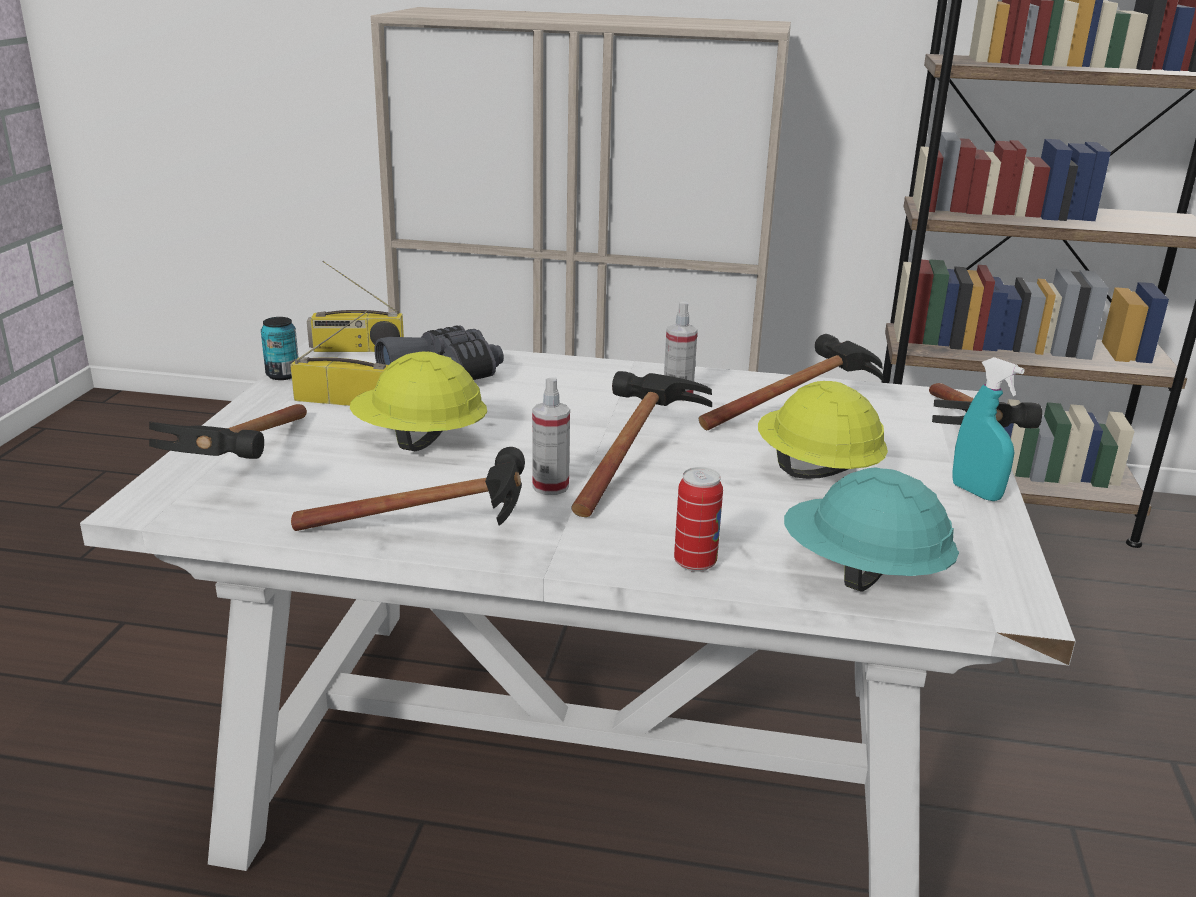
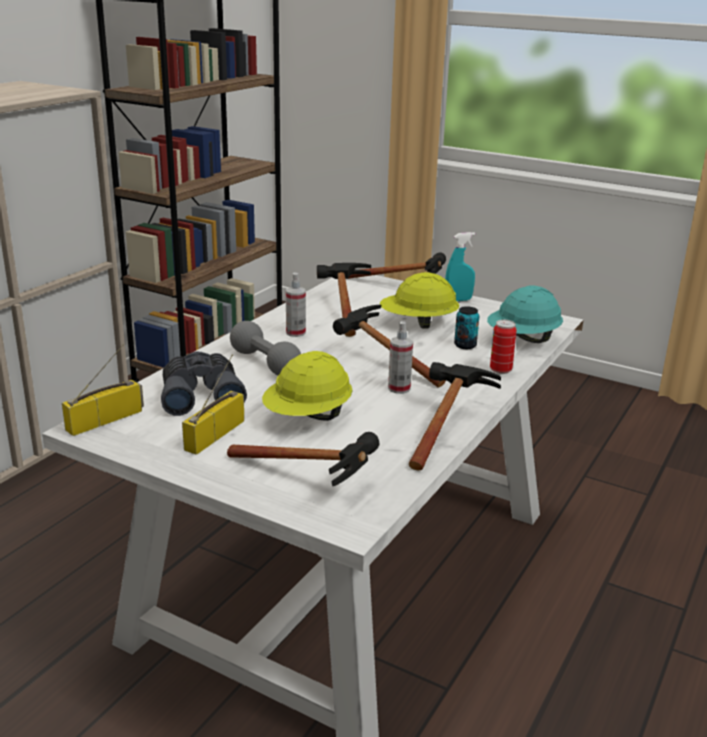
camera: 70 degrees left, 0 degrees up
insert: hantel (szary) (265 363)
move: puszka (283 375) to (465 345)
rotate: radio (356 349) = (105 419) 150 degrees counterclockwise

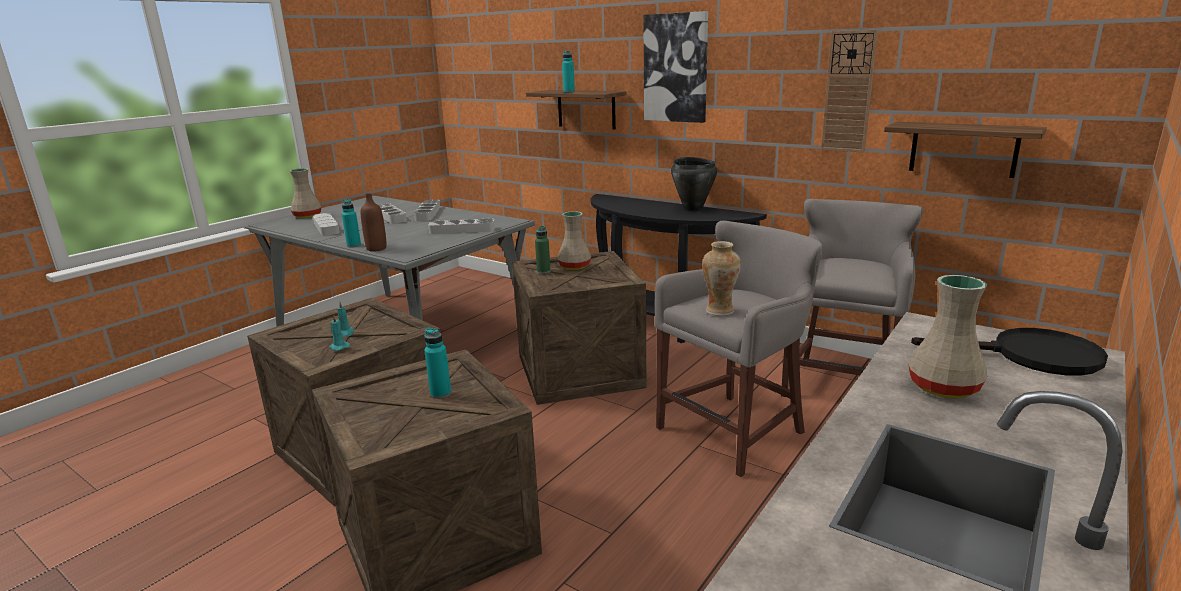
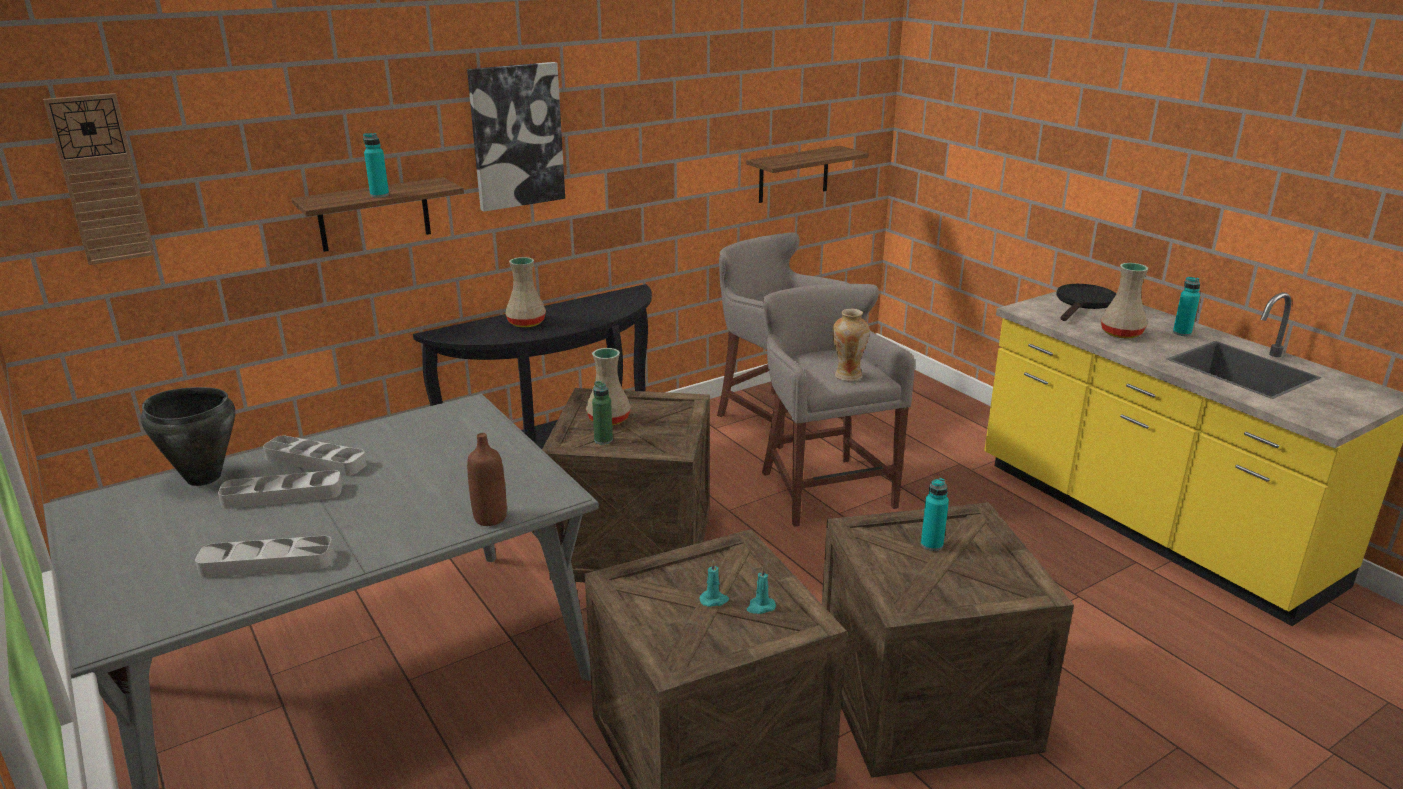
camera: 70 degrees left, 5 degrees up
delete: taca (szary) (462 230)
move: wazon (beżowy) (306 216) to (526 323); butelka (turkusowy) (354 245) to (1182 333); garnek (czarny) (693 209) to (203 477); zegar ścienny (848 92) to (101 180)

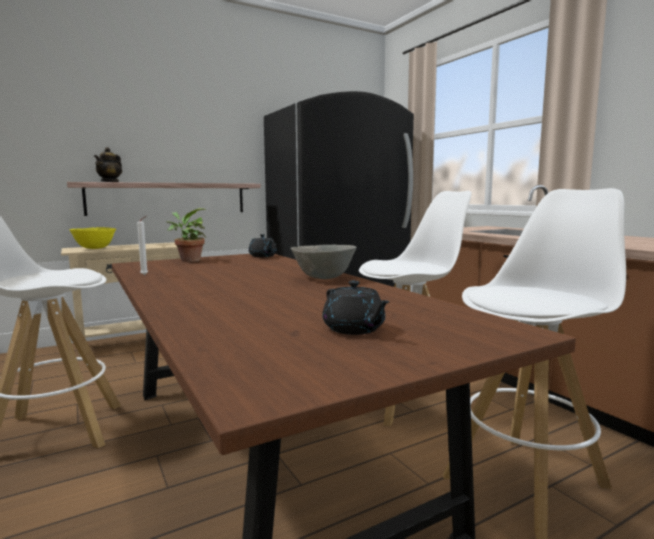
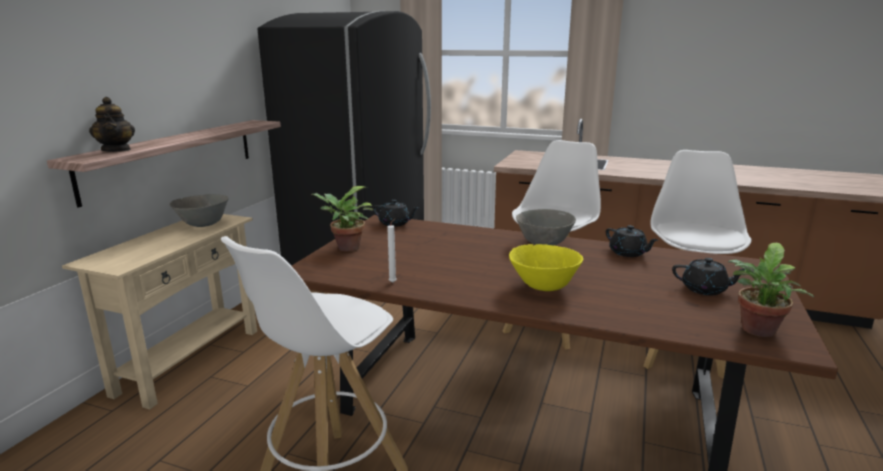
camera: 40 degrees left, 10 degrees up
insert: miska (szary) (203 225); imbryk (czarny) (628 253); roślina doniczkowa (757 331)
move: miska (żółty) (94 248) to (543 287)

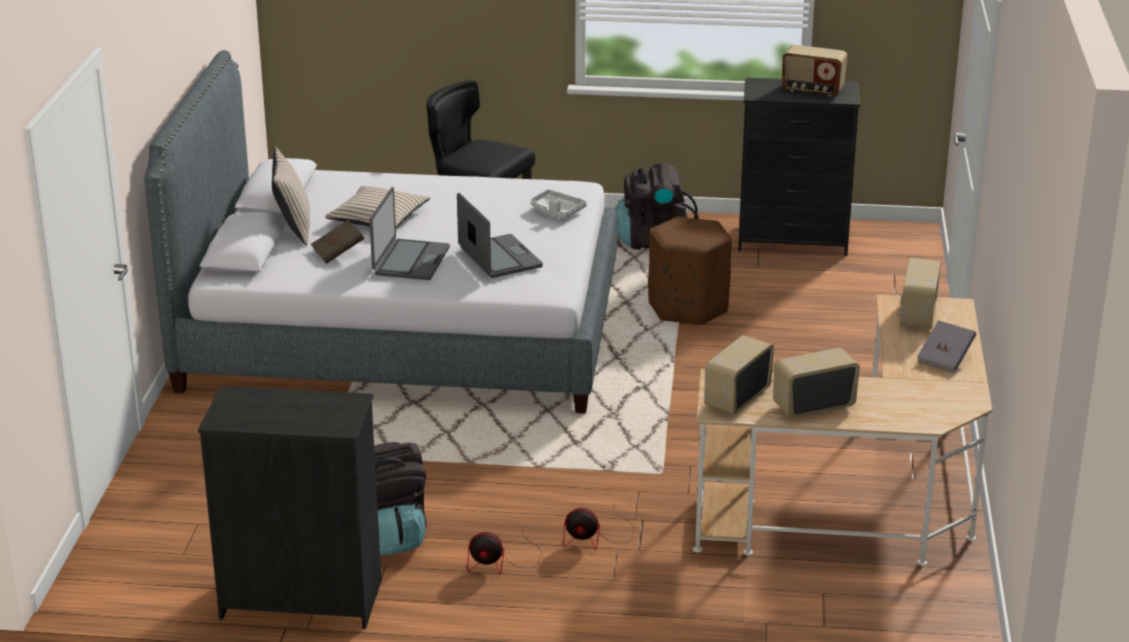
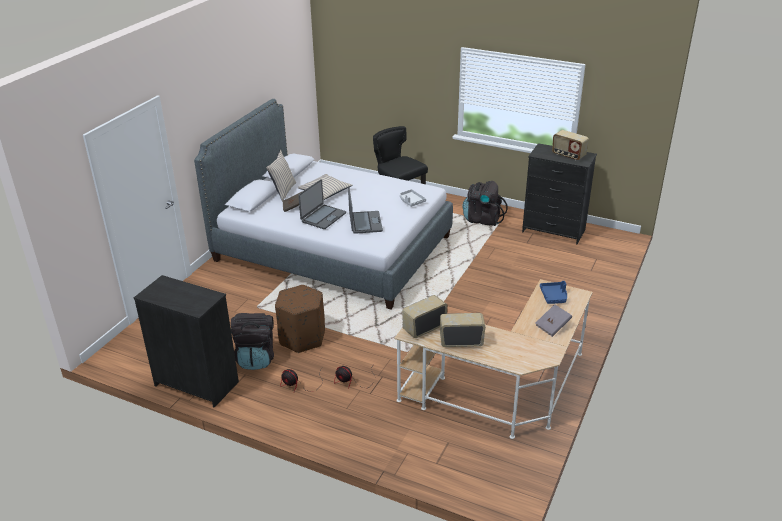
camera: 20 degrees right, 5 degrees up
move: pufa (brązowy) (688 308) to (302 338)
replace: radio (917 316) to taca (niebieski) (554 296)

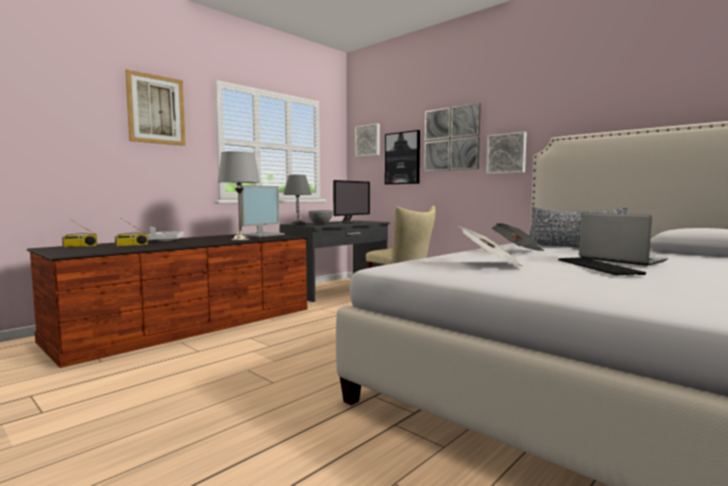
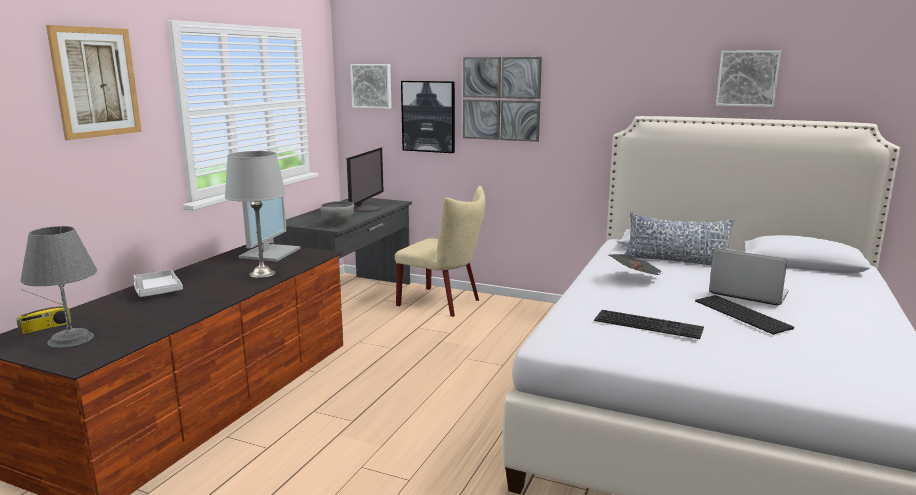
camera: 20 degrees left, 10 degrees up
delete: radio (131 245)
move: lampa stołowa (szary) (297 224) to (70 339); obraz (506 153) to (747 78)
replace: gazeta (490 263) to klawiatura (649 323)

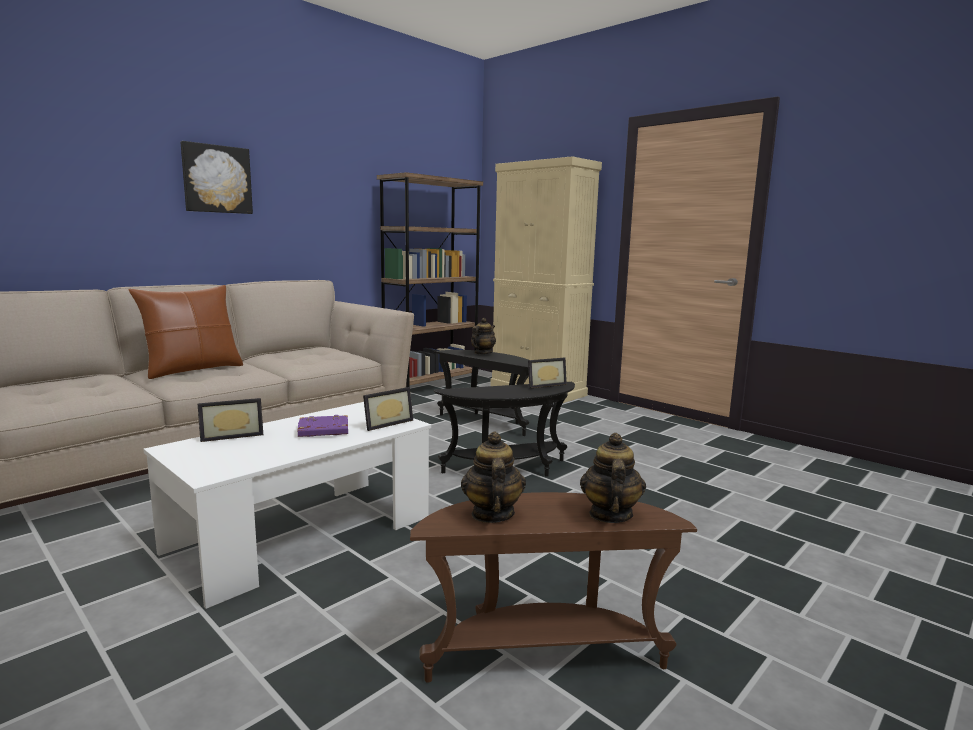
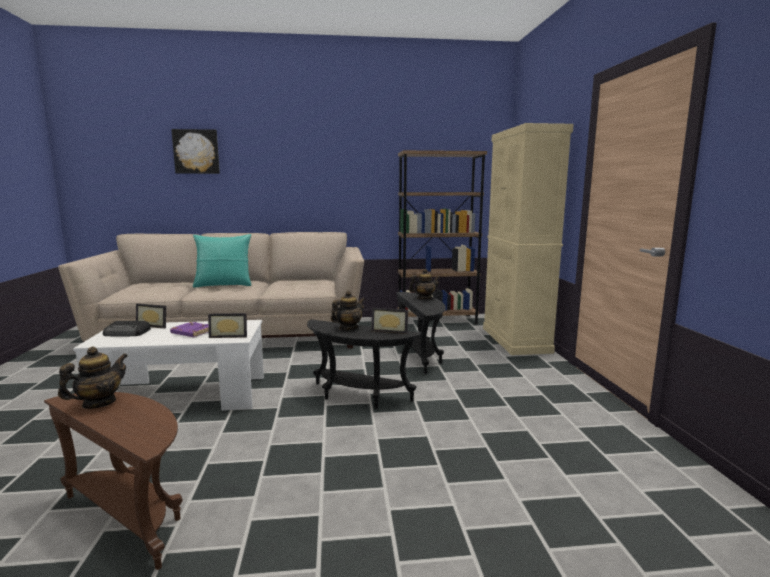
camera: 40 degrees right, 0 degrees up
insert: radio (127 333)
move: obraz (216 179) to (196 151); imbryk (609 514) to (348 328)
recolor: poduszka (brązowy) (193 370) to poduszka (turkusowy) (224 285)

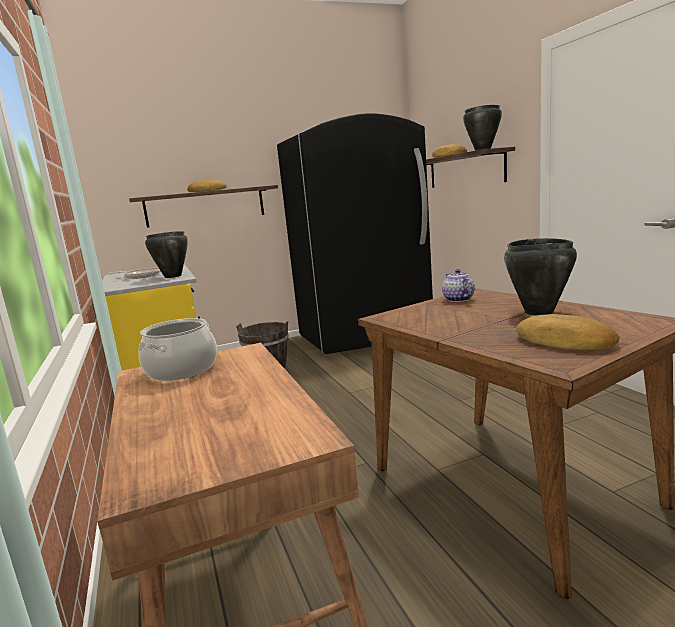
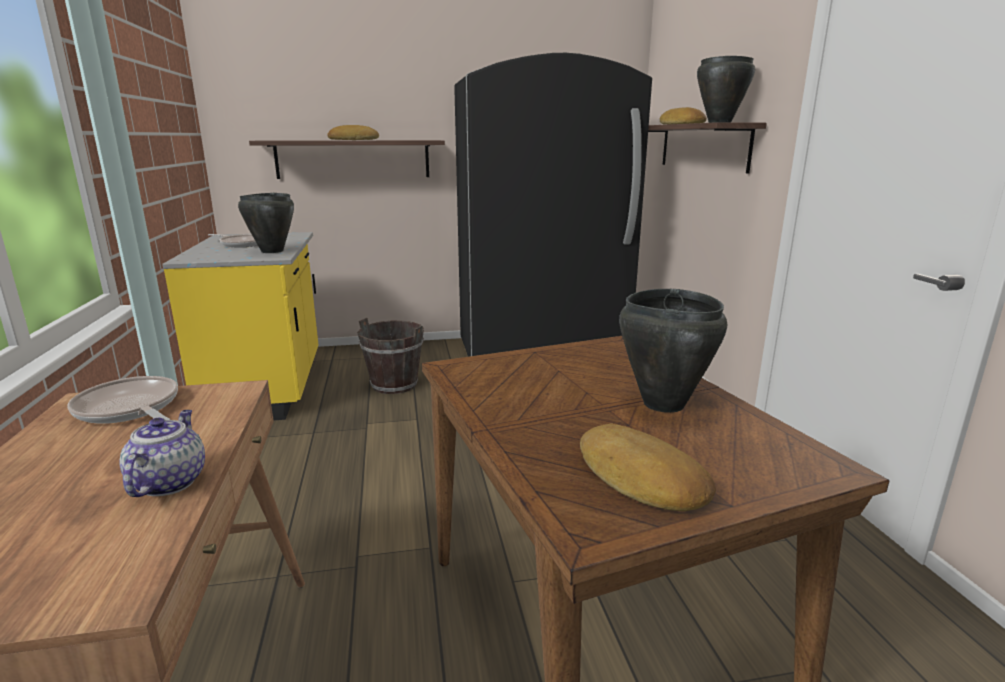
camera: 10 degrees right, 5 degrees up
move: imbryk (457 299) to (169 482)
replace: garnek (182 370) to patelnia (129 409)

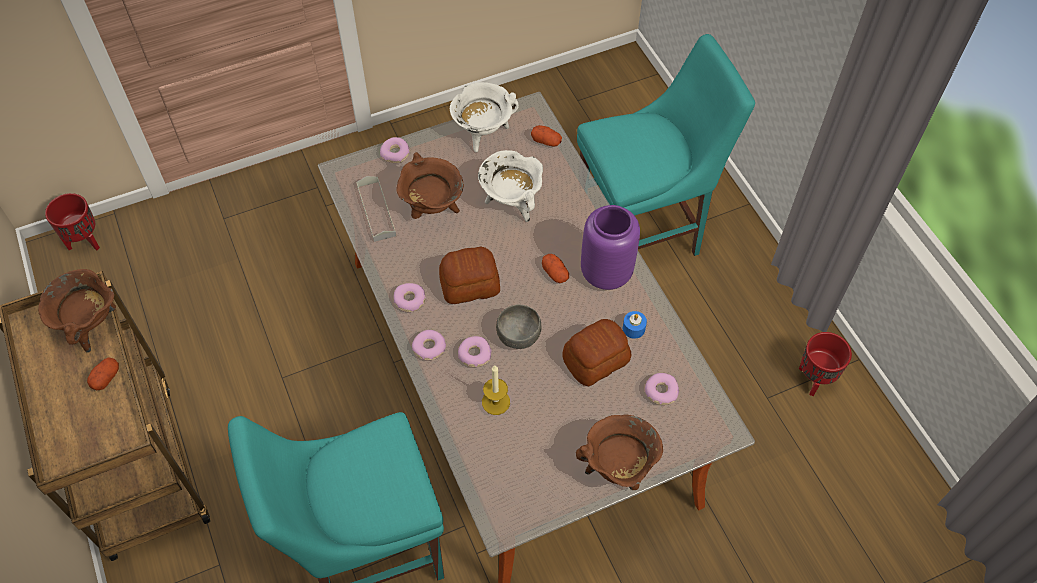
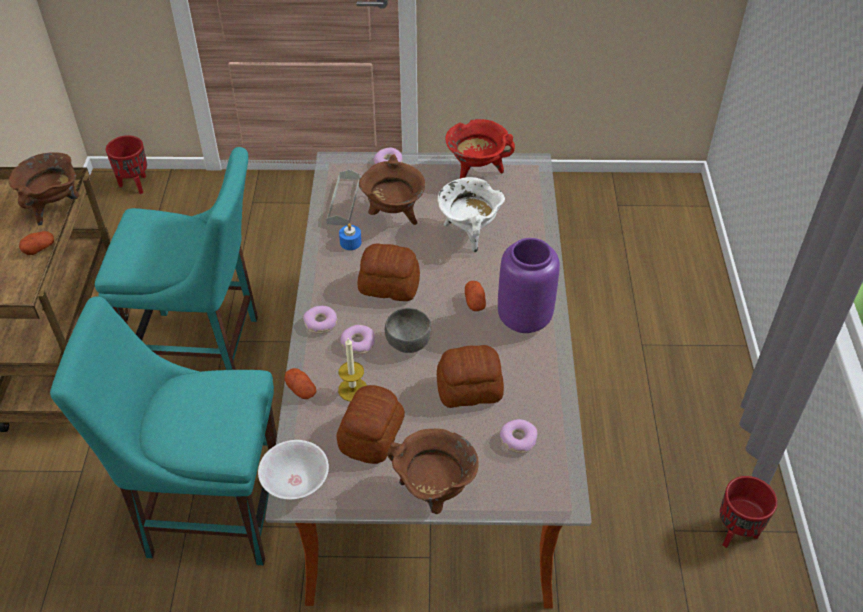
camera: 25 degrees right, 10 degrees down
delete: donut (410 300)
insert: miska (biały) (295 482); chleb (373 435)
move: ziemniak (546 141) to (301 389); krzesło (turkusowy) (644 232) to (206 350); świeca (niebieski) (633 328) to (350 242)
recolor: garnek (biały) (483 134) to garnek (czerwony) (476 171)

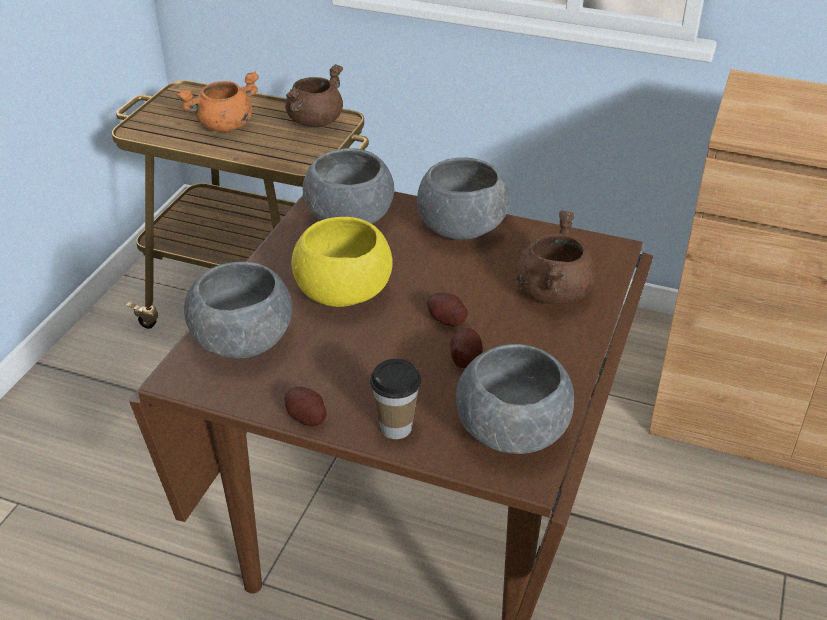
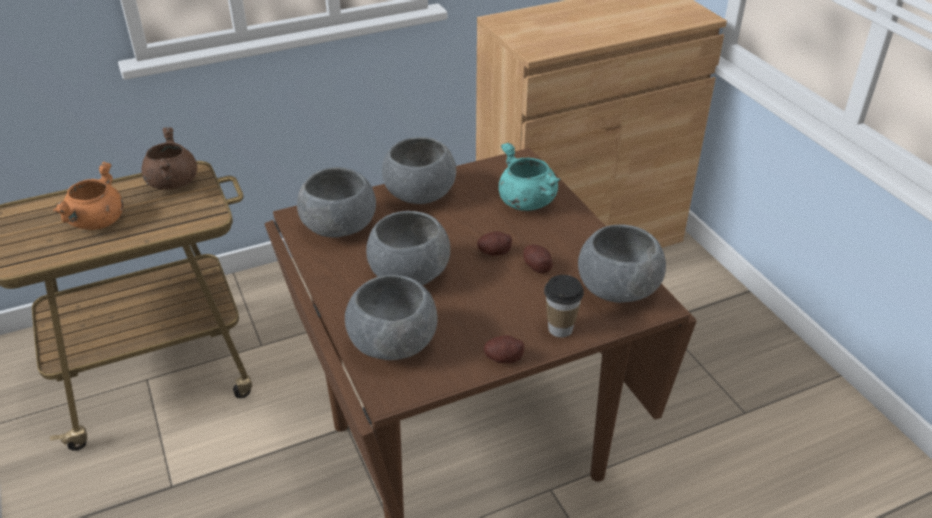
camera: 45 degrees left, 0 degrees up
recolor: miska (żółty) (344 292) to miska (szary) (409 274); garnek (brązowy) (552 291) to garnek (turkusowy) (525 201)

